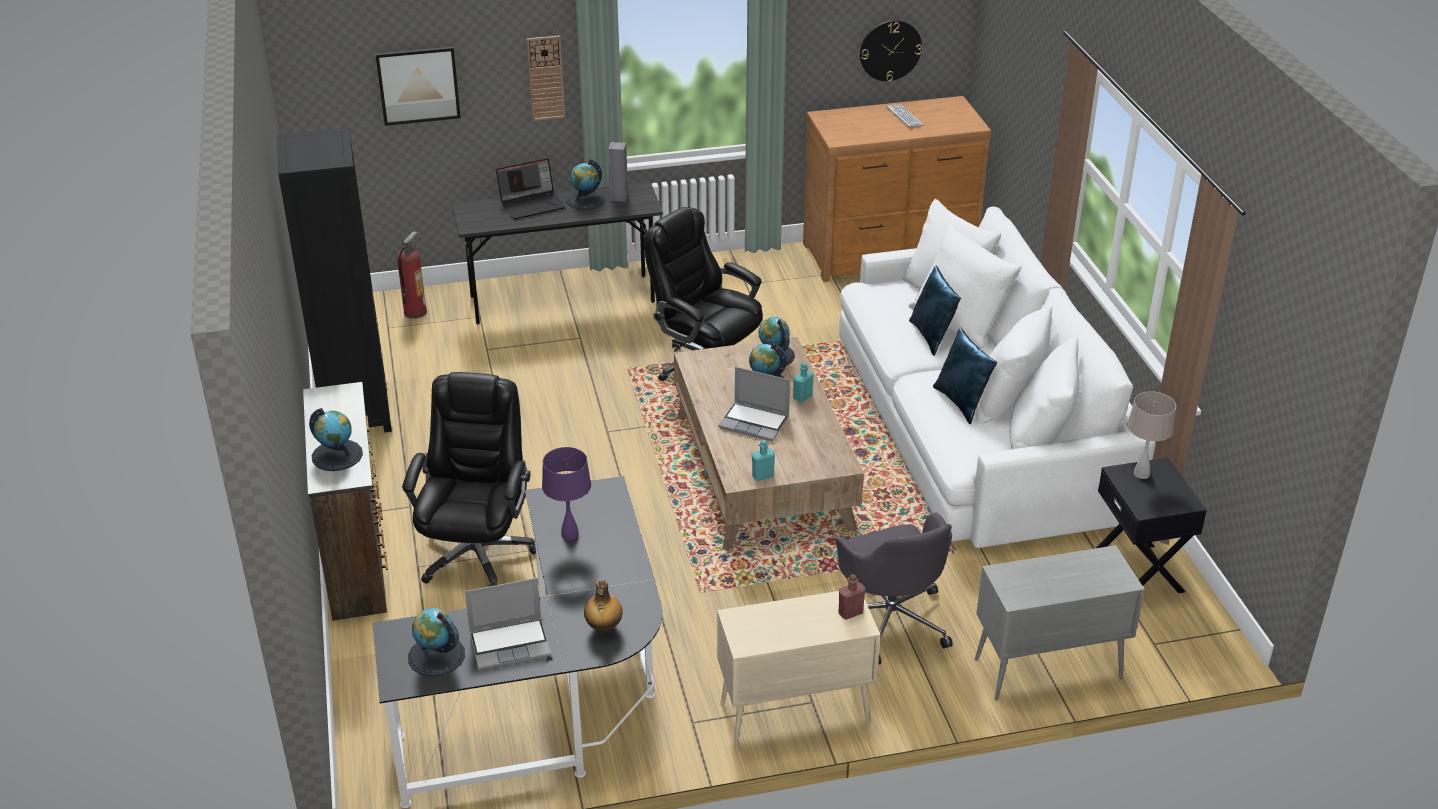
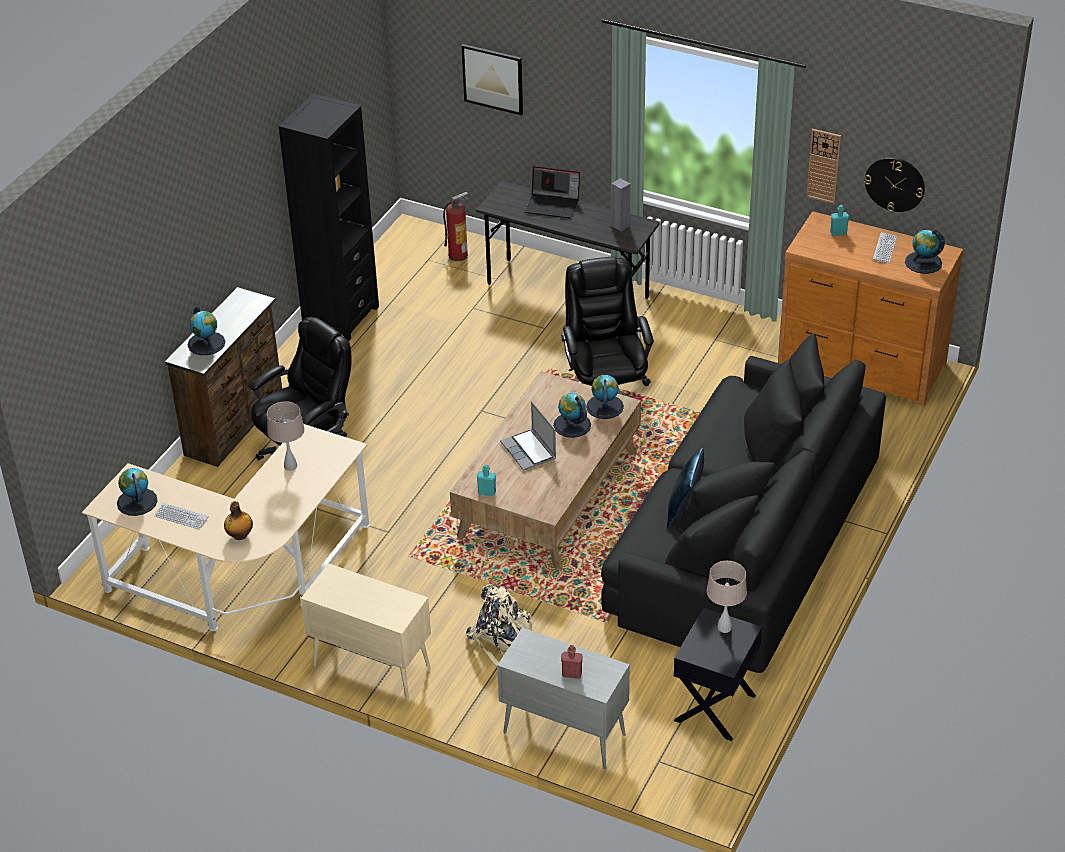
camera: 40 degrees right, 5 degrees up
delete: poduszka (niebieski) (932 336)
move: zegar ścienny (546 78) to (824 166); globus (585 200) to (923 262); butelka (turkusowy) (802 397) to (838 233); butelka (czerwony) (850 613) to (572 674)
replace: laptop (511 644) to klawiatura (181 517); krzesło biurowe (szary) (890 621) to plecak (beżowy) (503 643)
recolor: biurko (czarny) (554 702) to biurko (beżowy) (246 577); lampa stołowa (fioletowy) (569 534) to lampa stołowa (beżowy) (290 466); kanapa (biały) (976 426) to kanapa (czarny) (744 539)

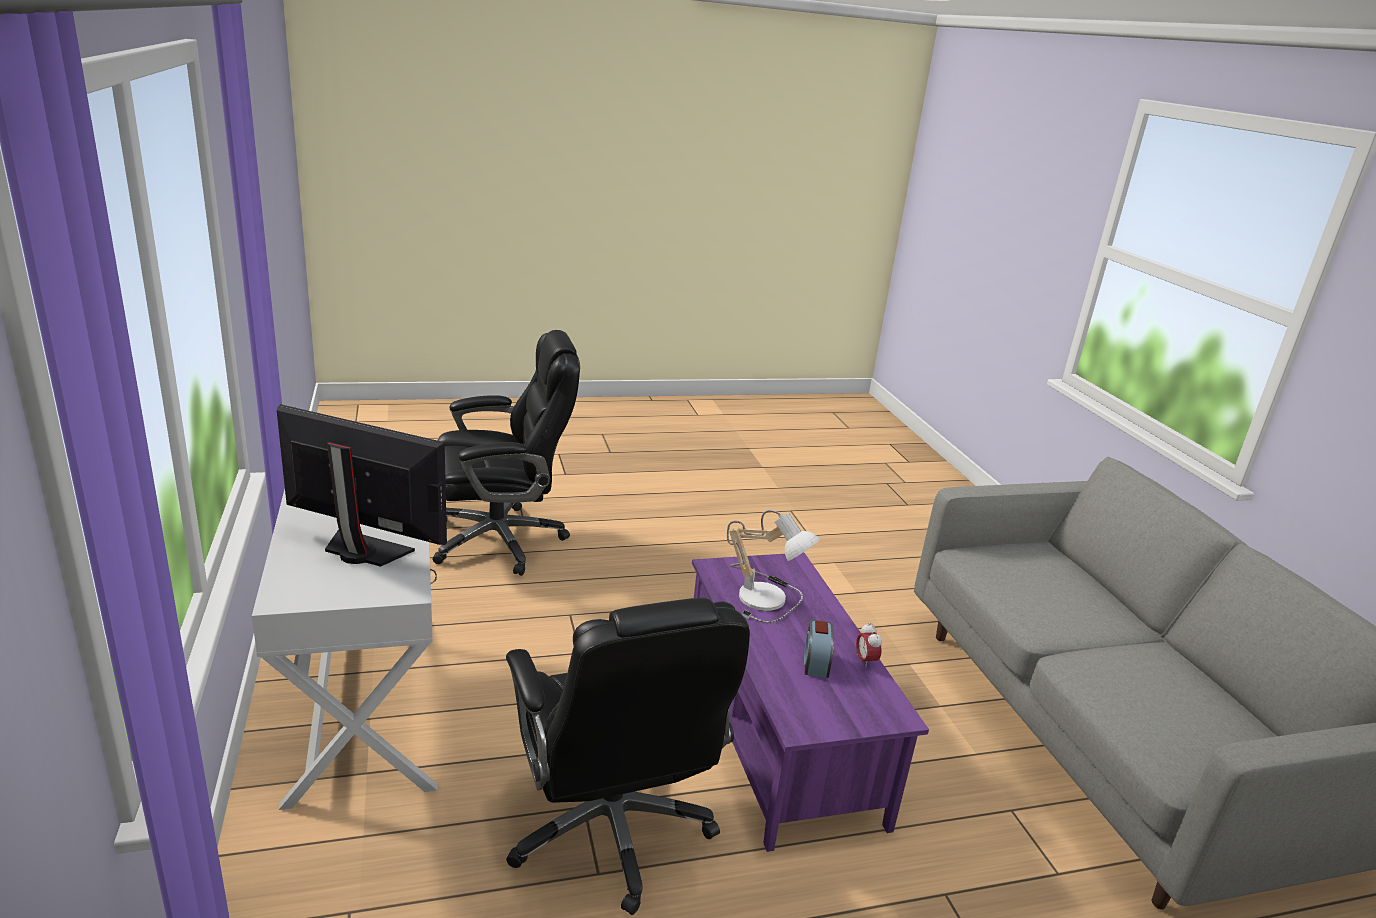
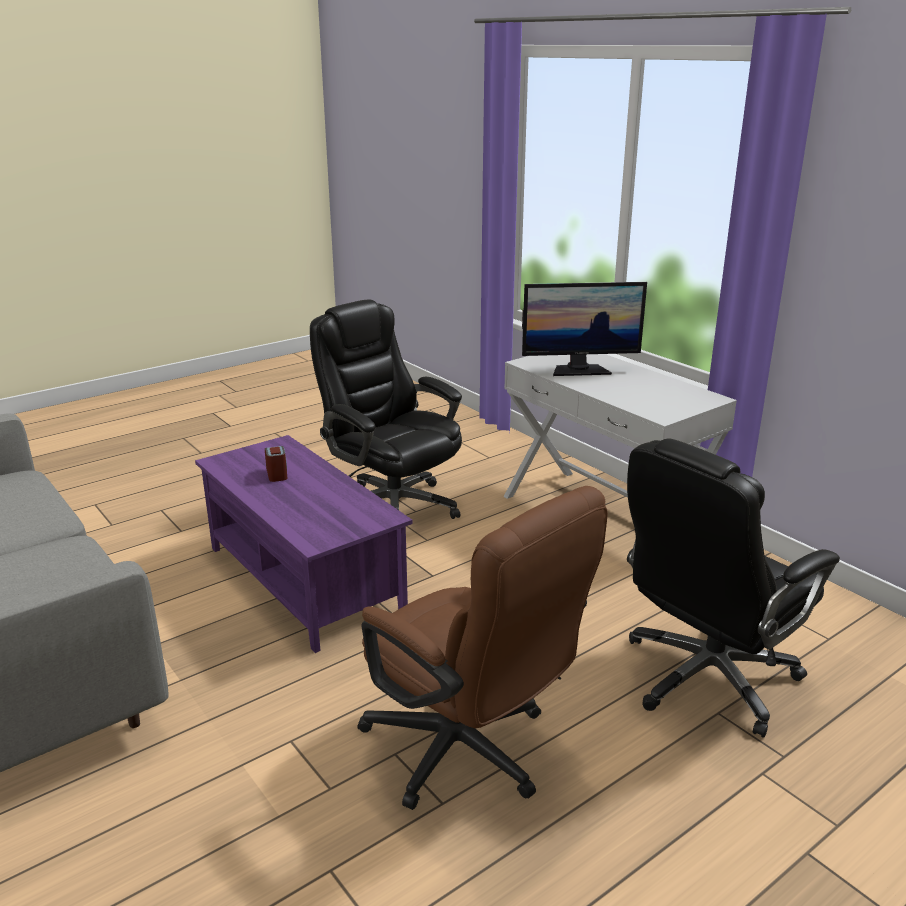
camera: 160 degrees right, 0 degrees up
delete: lampa stołowa (767 596); budzik (865 661)
insert: krzesło biurowe (brązowy) (469 754)

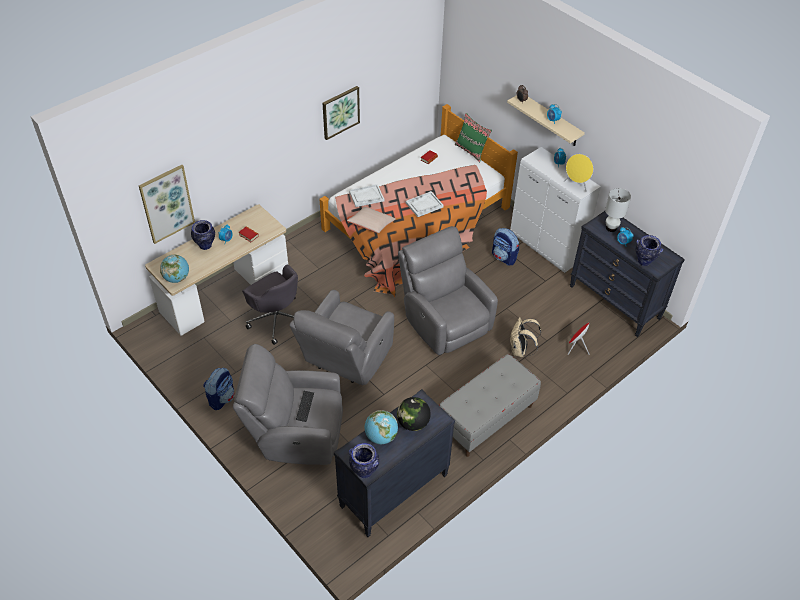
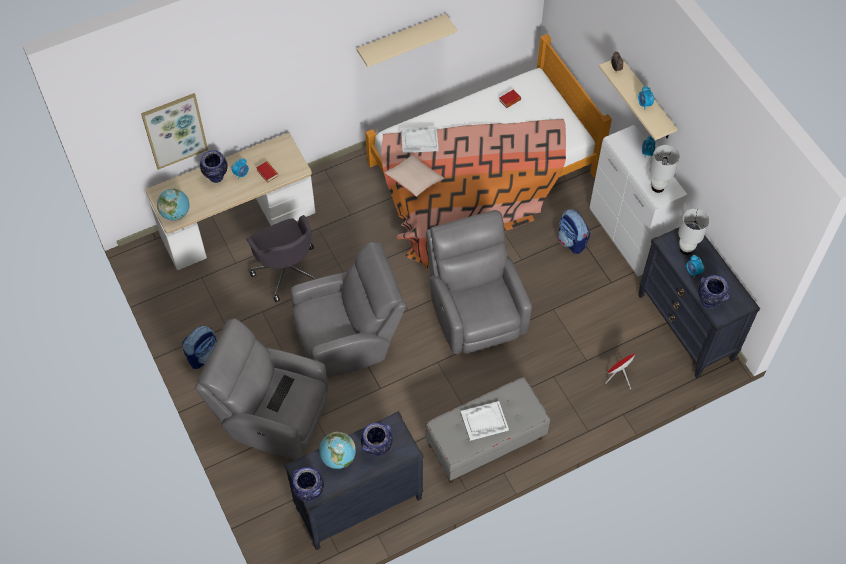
camera: 15 degrees right, 10 degrees up
delete: poduszka (zielony) (471 151); plecak (beżowy) (520 350)
move: taca (biały) (424 205) to (484 421)
replace: obraz (340 112) to półka (beżowy) (401 39); globus (413 423) to wazon (377 449); głośnik (żółty) (576 185) to lampa stołowa (biały) (658 187)
rotate: fotel (szary) (345 360) = (349 337) 150 degrees counterclockwise

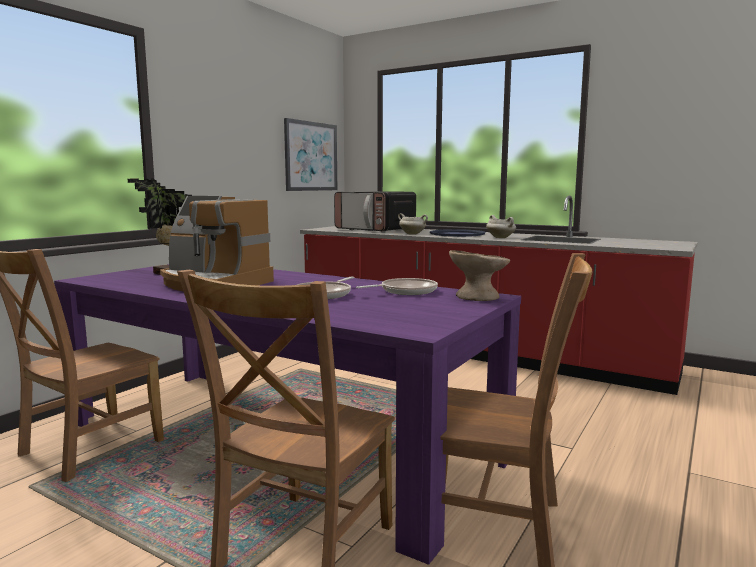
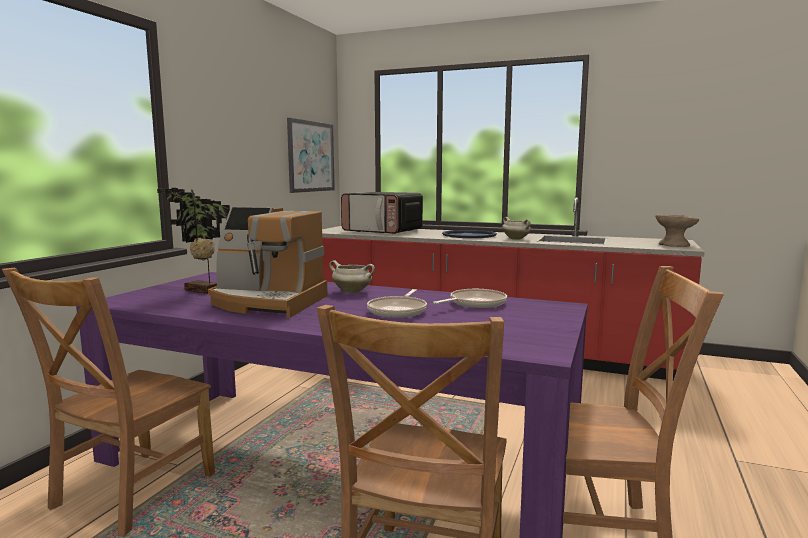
camera: 10 degrees left, 0 degrees up
move: garnek (biały) (413 234) to (353 292); miska (beżowy) (477 297) to (674 245)

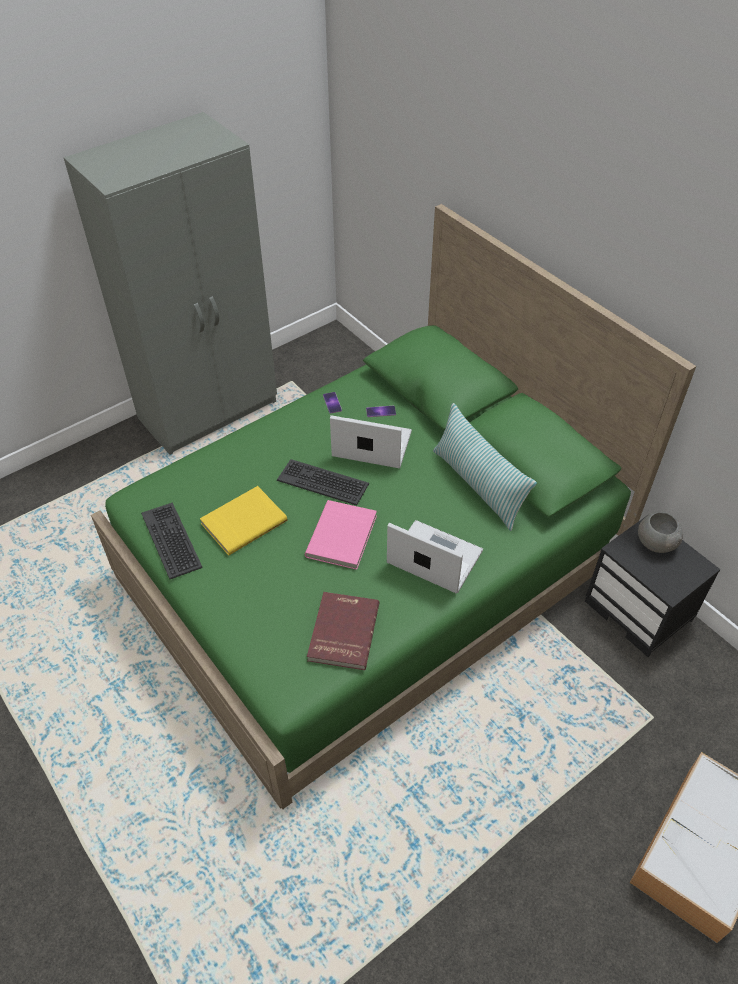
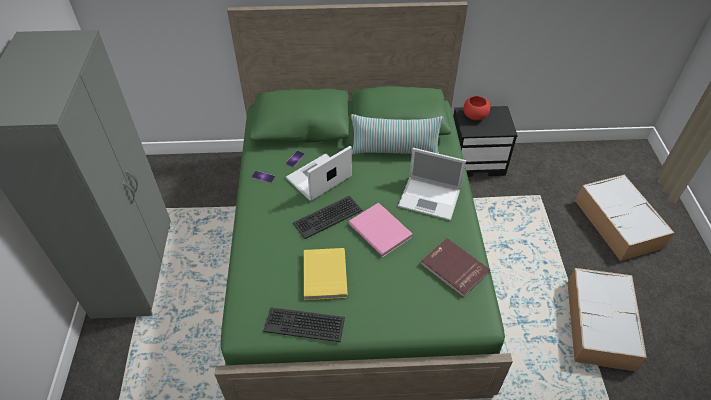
camera: 55 degrees left, 0 degrees up
insert: pojemnik do przechowywania (600 326)
recolor: miska (szary) (655 542) to miska (czerwony) (474 116)
rotate: laptop (433 557) = (430 198) 135 degrees counterclockwise

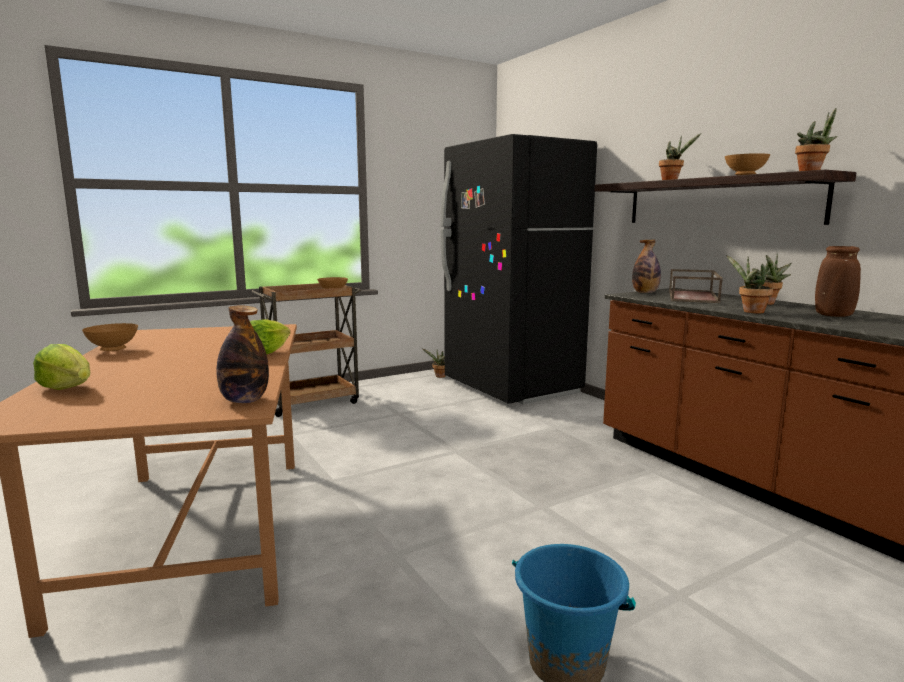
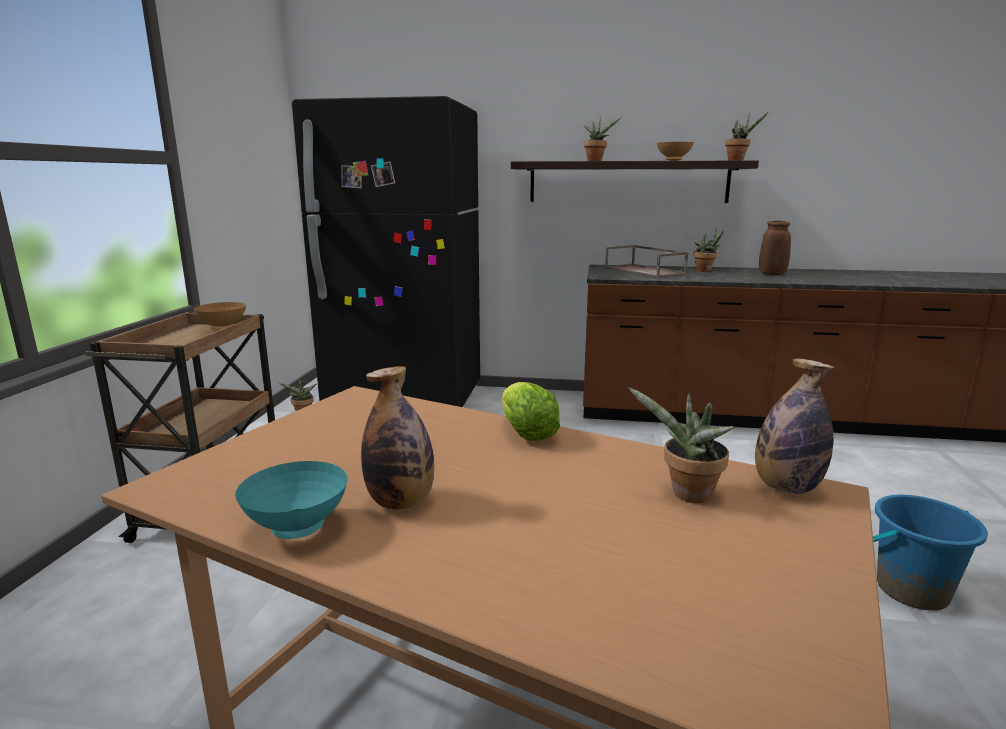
camera: 50 degrees left, 5 degrees up
delete: sałata (67 388)
move: butelka (645 293) to (401 502); roślina doniczkowa (750 311) to (686 495)
recolor: miska (brązowy) (114 350) to miska (turkusowy) (296 528)

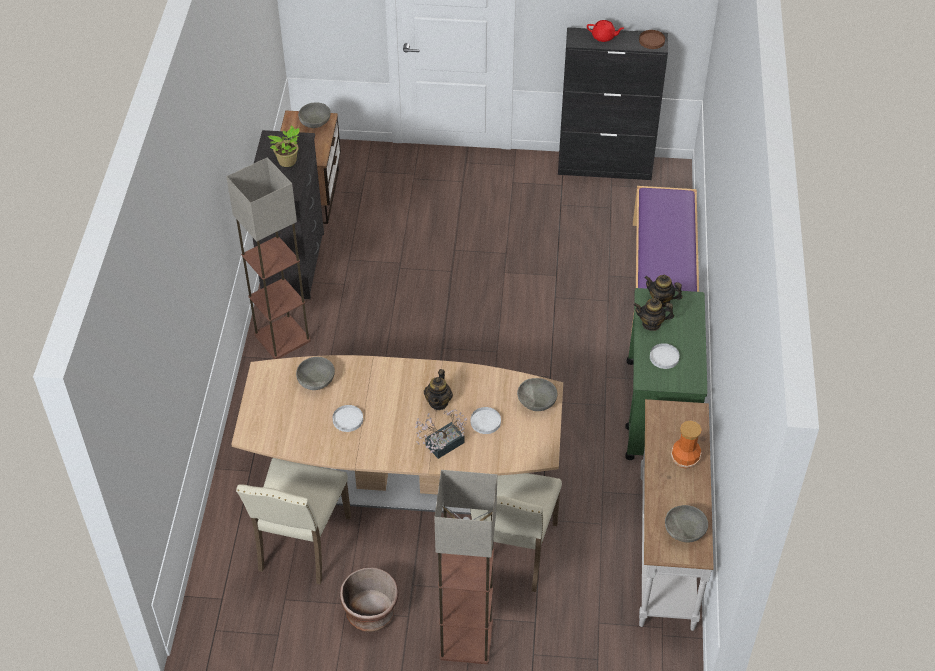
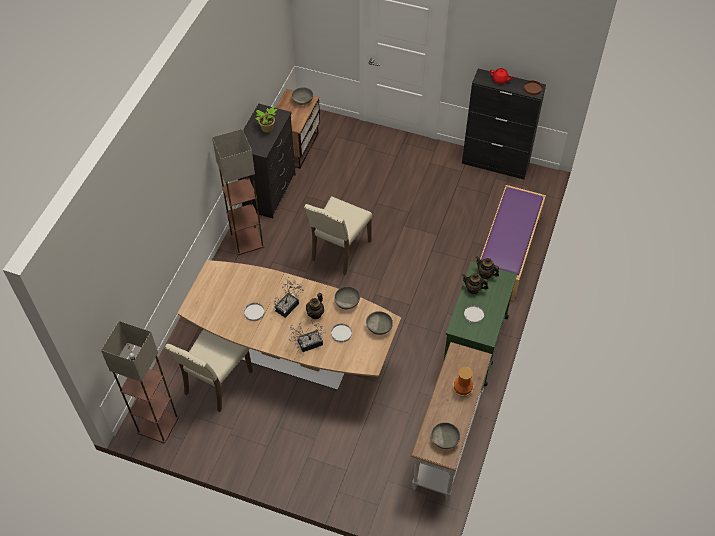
camera: 15 degrees right, 5 degrees up
delete: donica (brązowy) (370 612)
insert: roślina doniczkowa (289 305)
move: miska (szary) (316 381) to (347 302); lampa stojąca (465 639) to (157 424); krzesło (beżowy) (511 552) to (339 251)

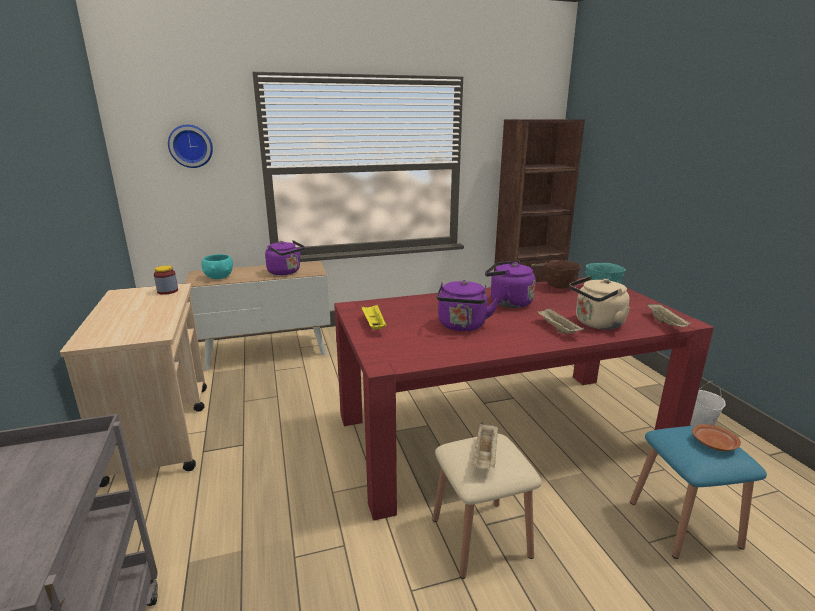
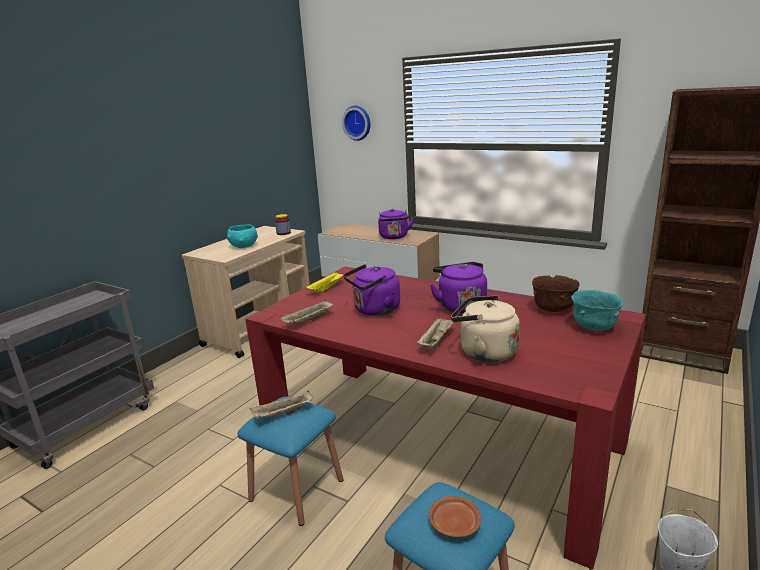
camera: 50 degrees right, 0 degrees up
move: miska (turkusowy) (219 277) to (244 246); taca (beżowy) (666 324) to (308 321)
recolor: stołek (beżowy) (481 537) to stołek (niebieski) (296 490)

